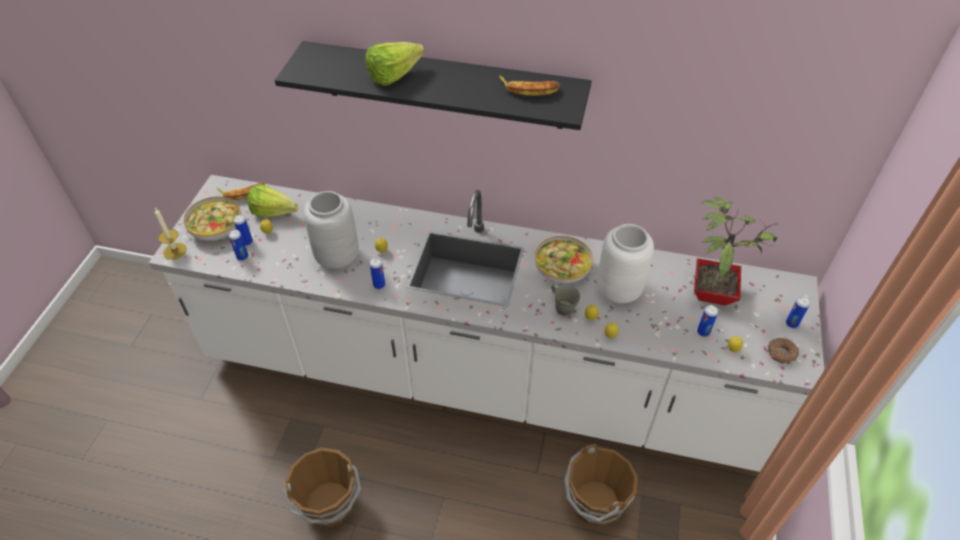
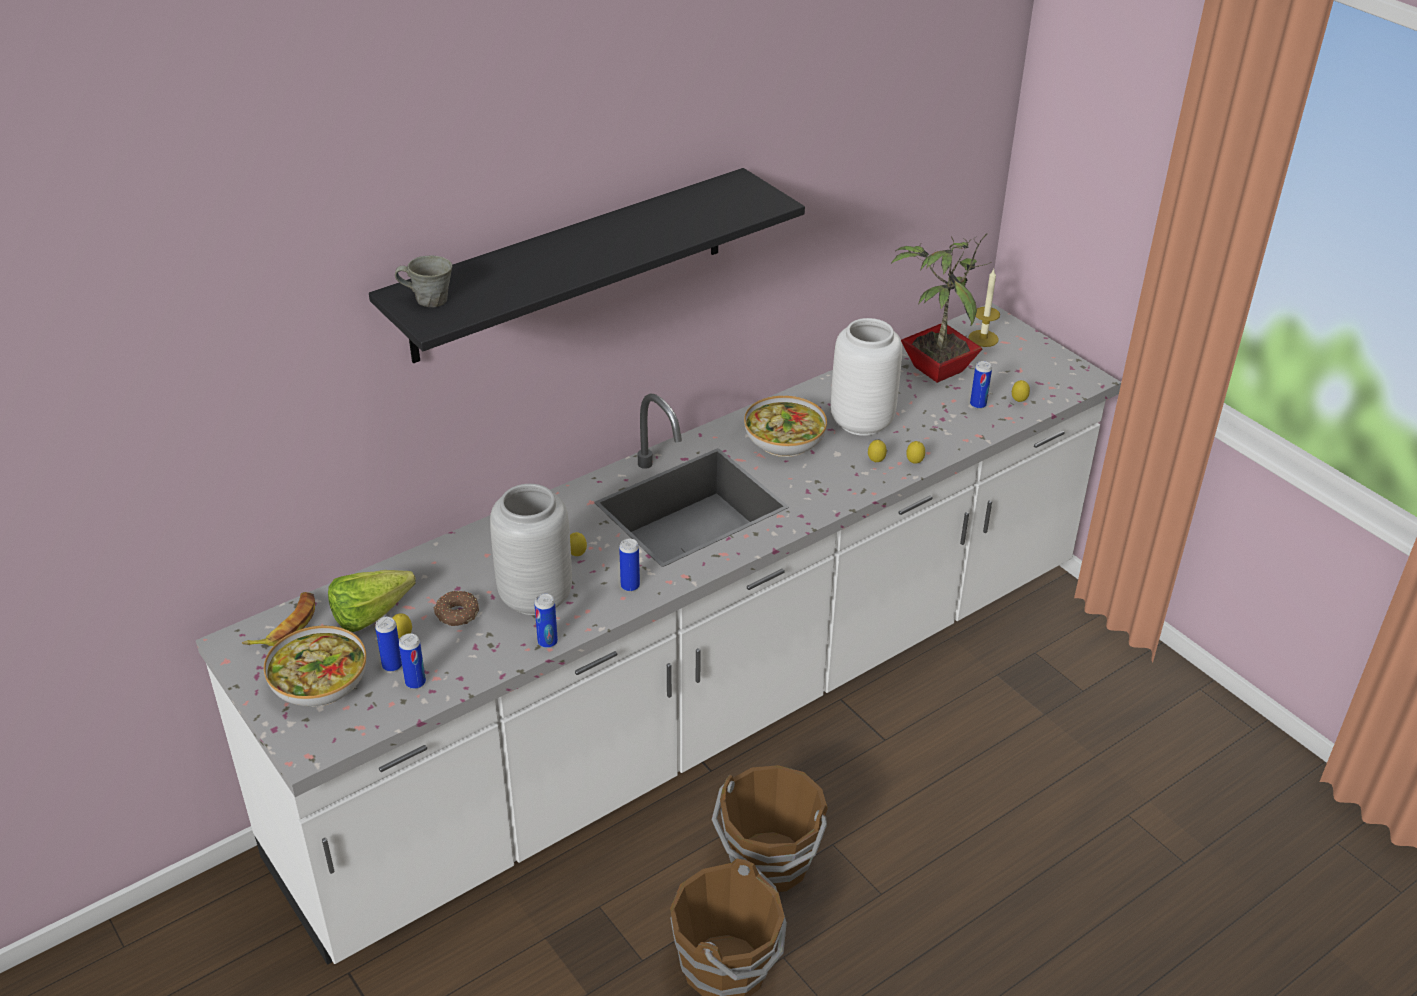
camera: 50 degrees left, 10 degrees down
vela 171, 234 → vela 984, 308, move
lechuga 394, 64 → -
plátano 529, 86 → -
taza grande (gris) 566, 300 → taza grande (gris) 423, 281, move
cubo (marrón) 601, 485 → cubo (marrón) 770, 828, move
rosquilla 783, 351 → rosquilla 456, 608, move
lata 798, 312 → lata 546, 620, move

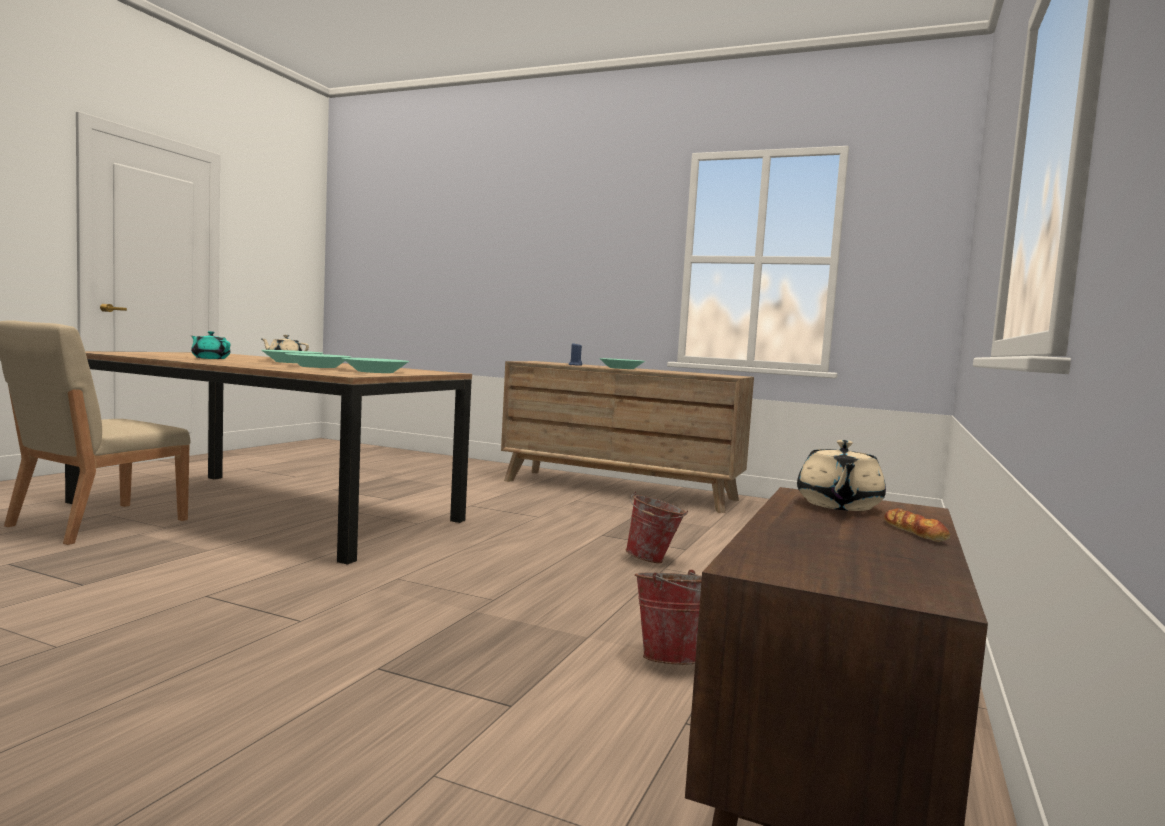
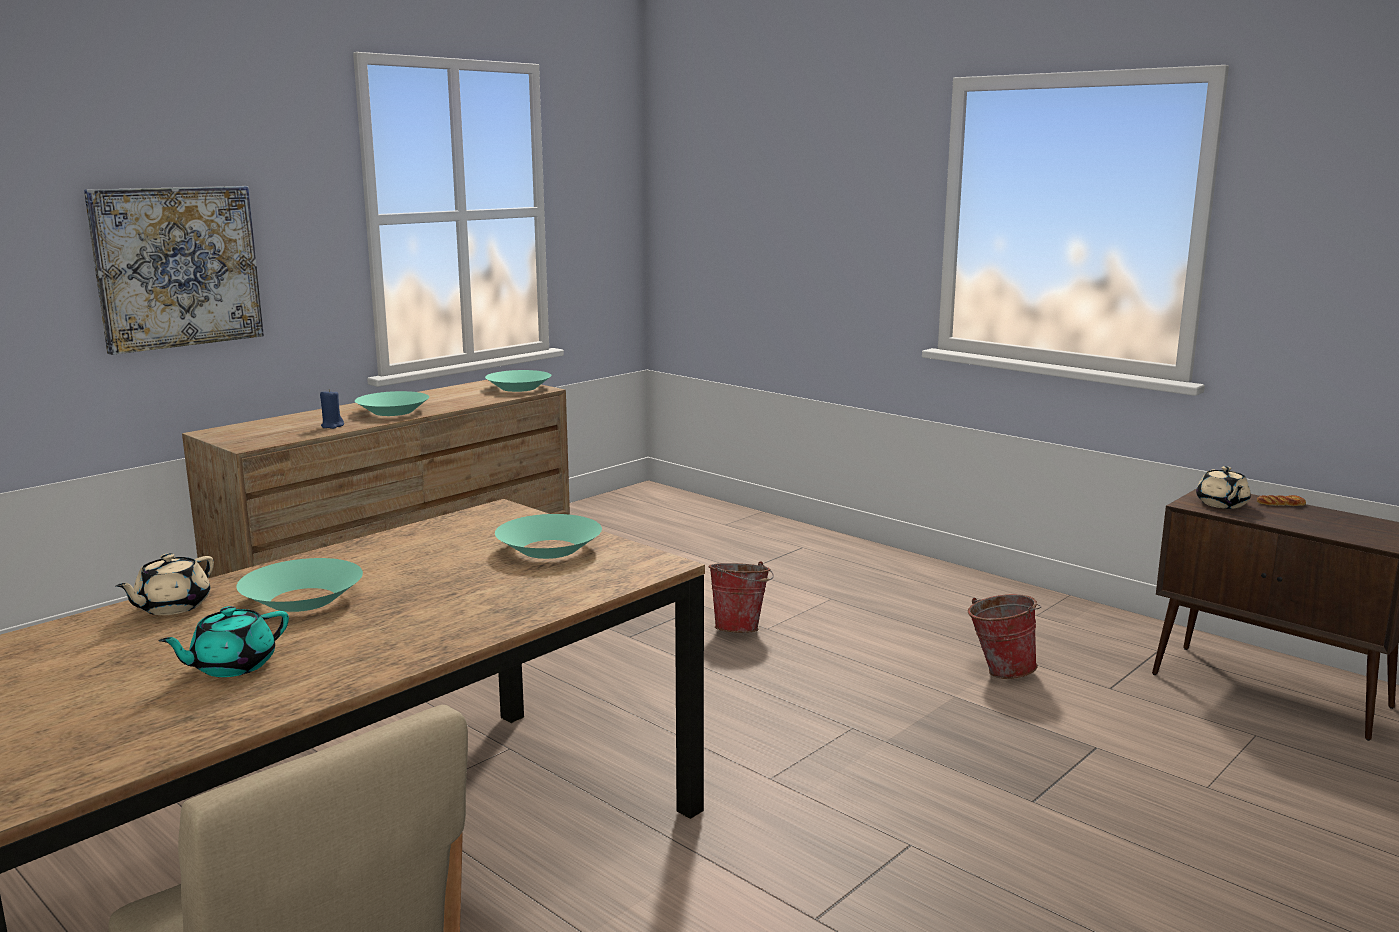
camera: 70 degrees left, 10 degrees up
cuenco (turquesa) 318, 360 → cuenco (turquesa) 518, 381, move
tetera (beis) 841, 475 → tetera (beis) 1223, 487, 60 degrees clockwise
- → cuadro 174, 270

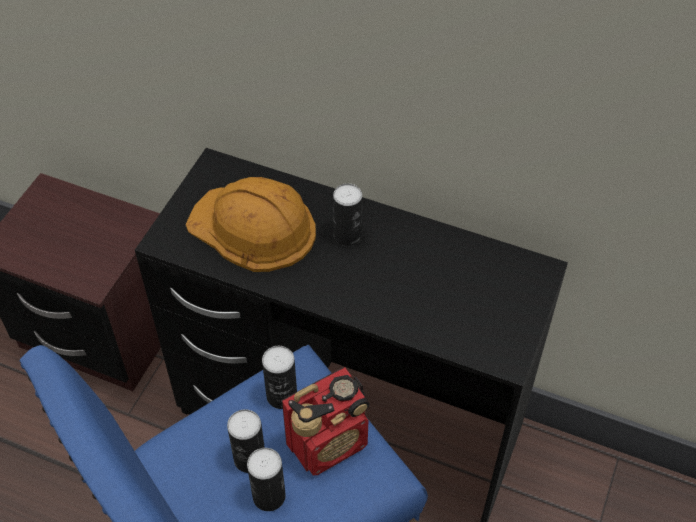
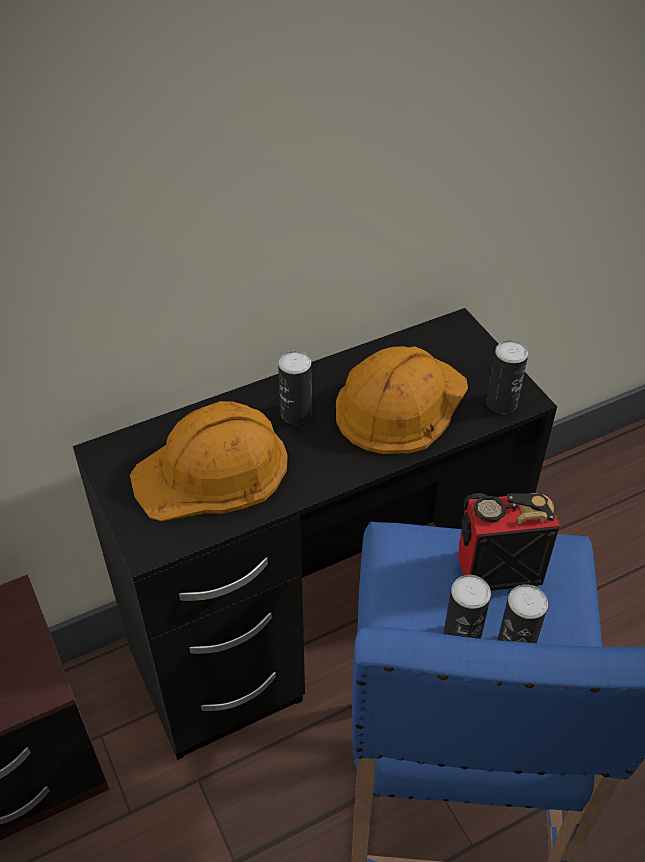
camera: 50 degrees left, 5 degrees down
lata 279, 377 → lata 507, 376, move
radio 326, 421 → radio 509, 542, 105 degrees counterclockwise
- → casco (naranja) 402, 400

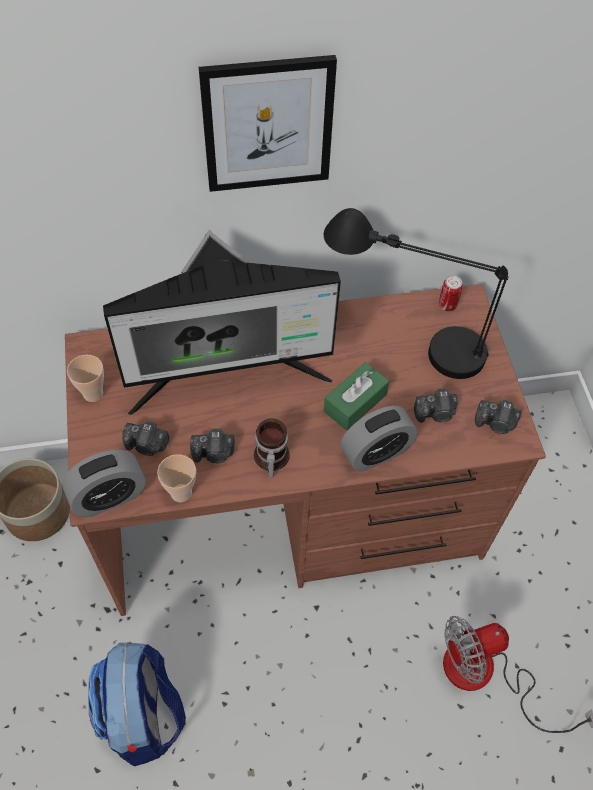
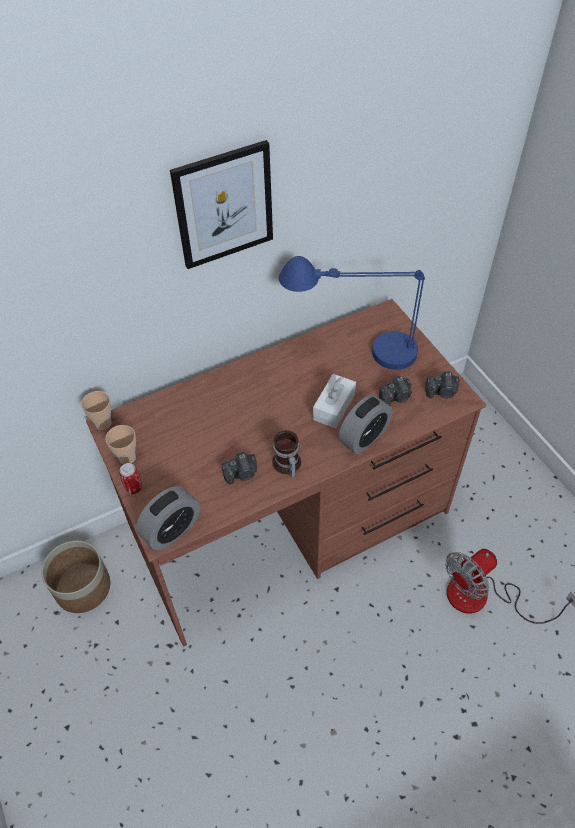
camera: 15 degrees left, 5 degrees down
mochila 137, 704 → -
monitor 222, 322 → -
cámara 146, 438 → -
taza 176, 478 → taza 96, 410, move
lámpara de mesa (negro) 416, 293 → lámpara de mesa (azul) 352, 313
caja de pañuelos (verde) 356, 396 → caja de pañuelos (blanco) 334, 401
lata 451, 293 → lata 130, 478, move

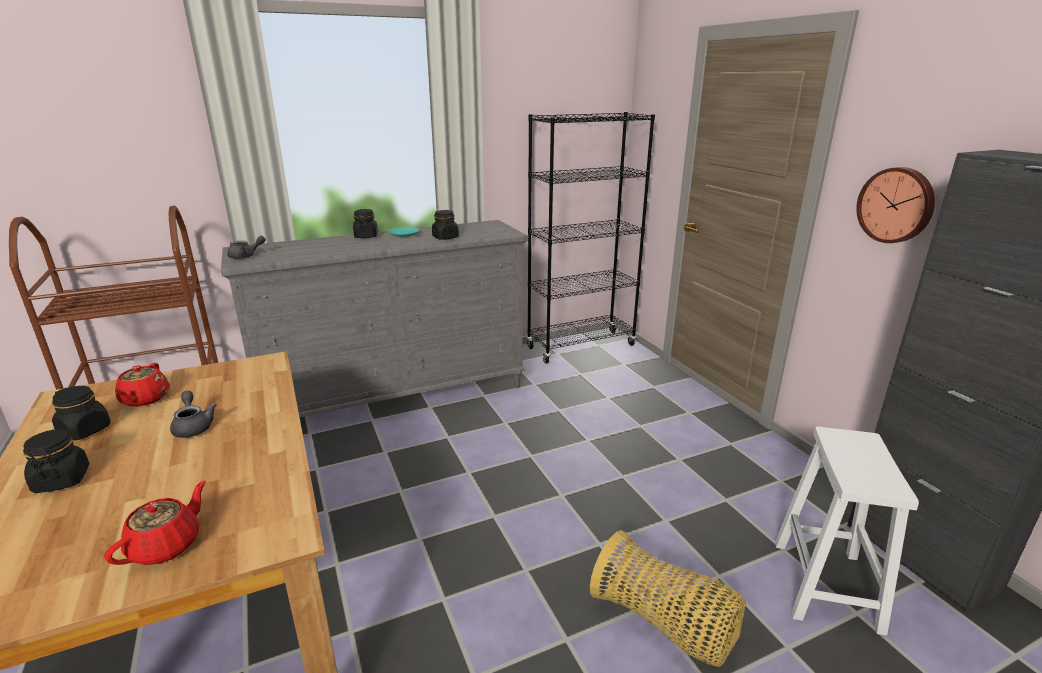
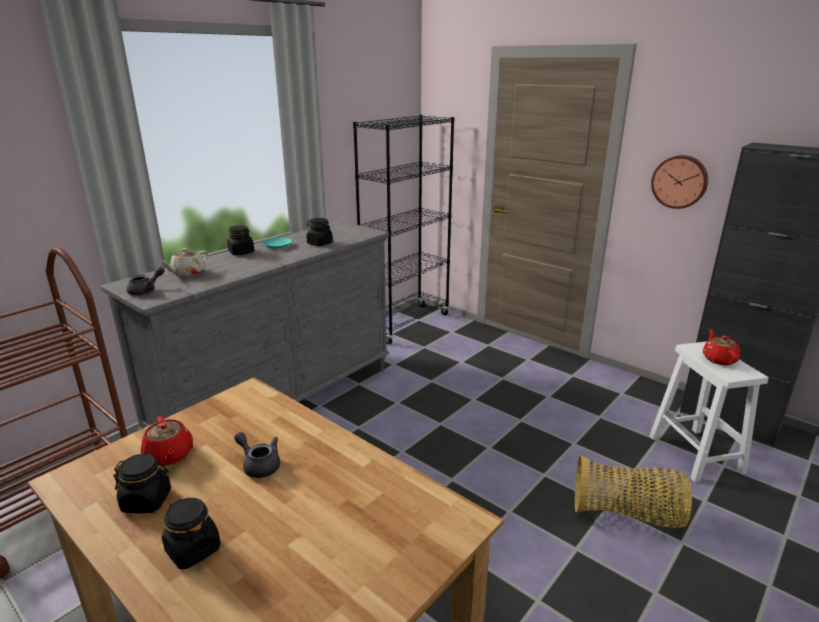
camera: 25 degrees left, 0 degrees up
tetera (rojo) 155, 522 → tetera (rojo) 721, 347, move
- → tetera (beis) 184, 262

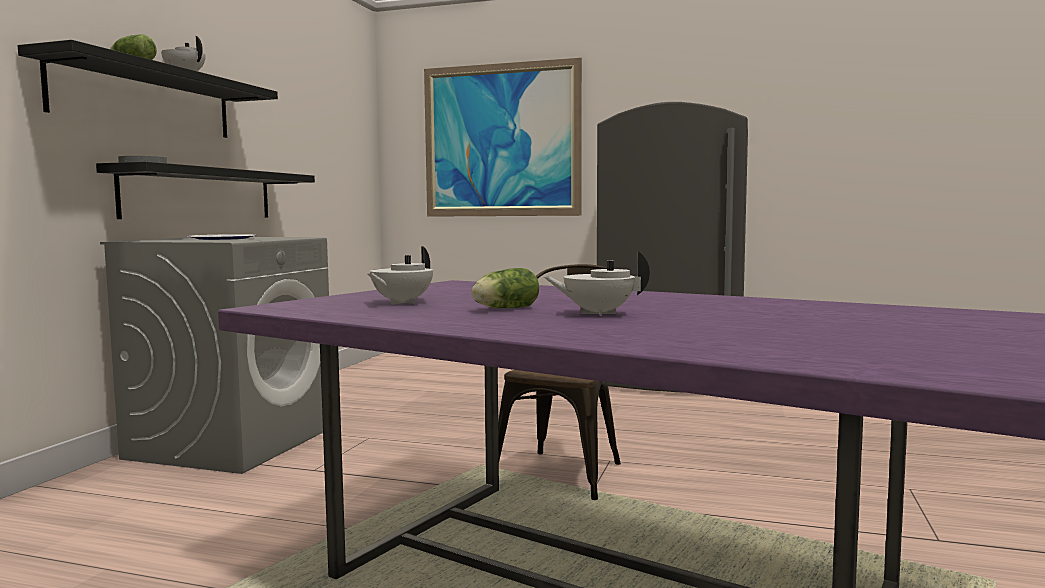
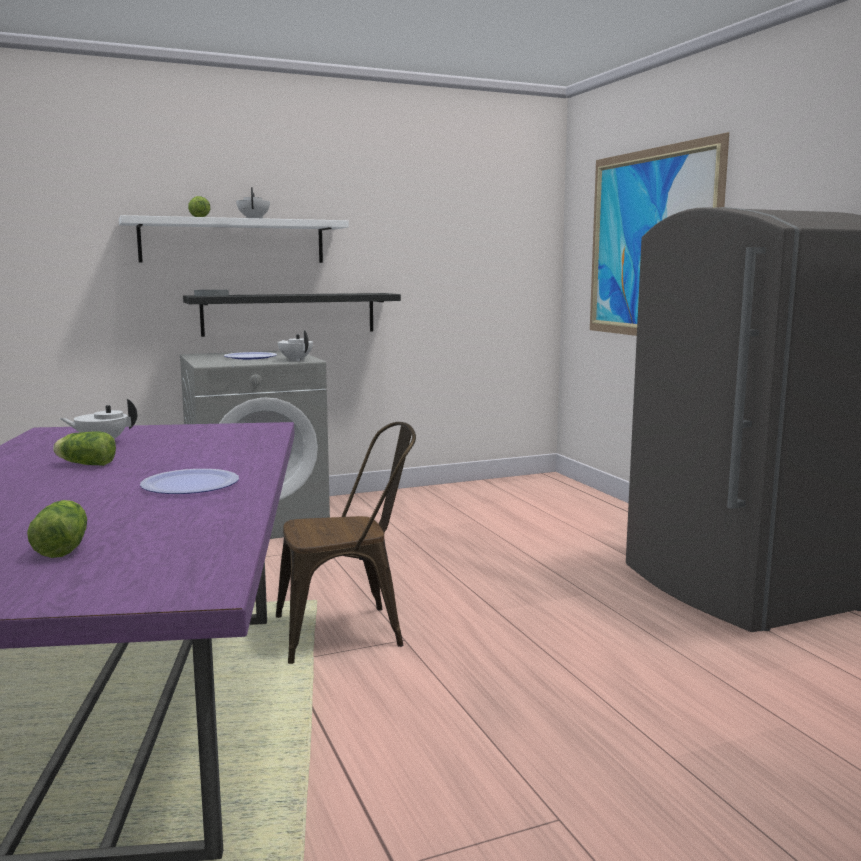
camera: 50 degrees right, 5 degrees up
estante (negro) 148, 89 → estante (blanco) 234, 239
tetera (blanco) 597, 283 → tetera (blanco) 295, 345, move
- → lechuga 57, 529
- → plato 189, 481

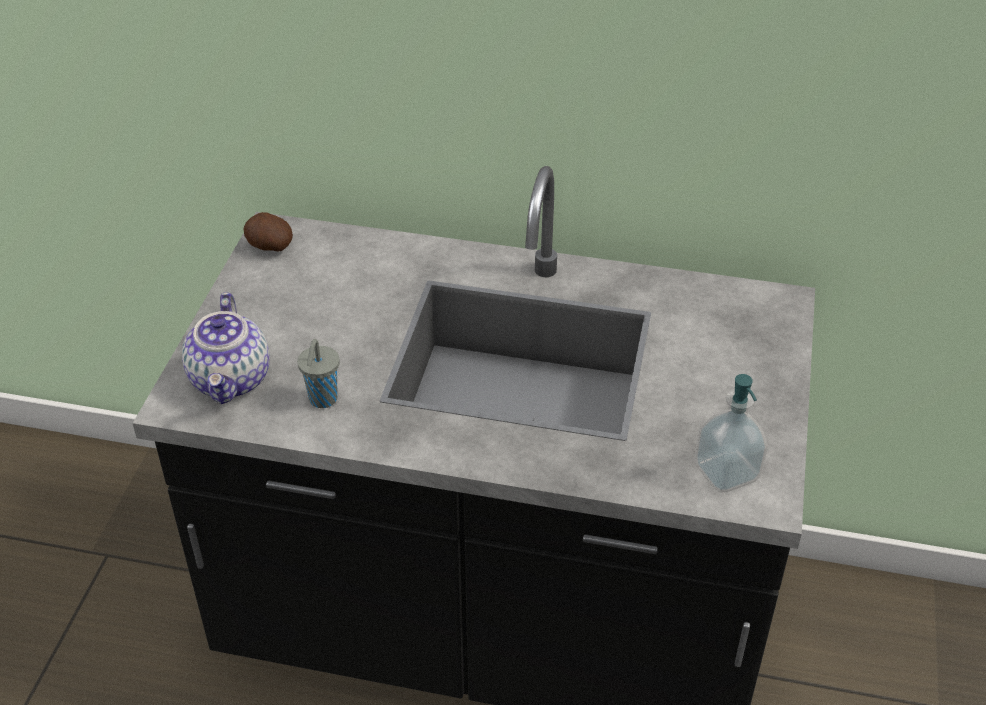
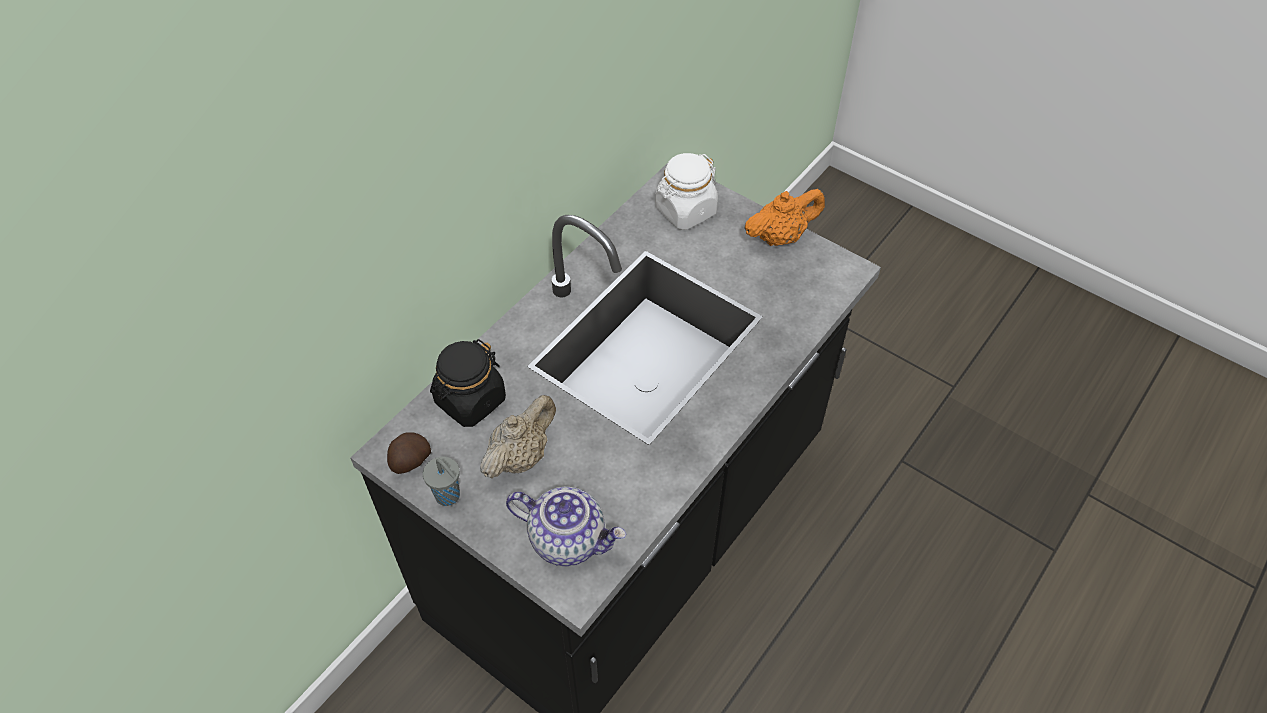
camera: 65 degrees left, 10 degrees up
taza (gris) 318, 373 → taza (gris) 441, 481, move
dispensador de jabón 731, 433 → -
- → tarro (negro) 468, 383
- → tetera (beis) 518, 436
- → tarro (blanco) 686, 191
- → tetera (naranja) 785, 217

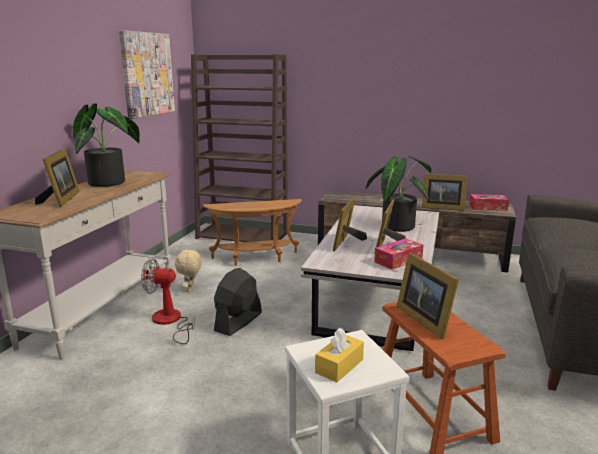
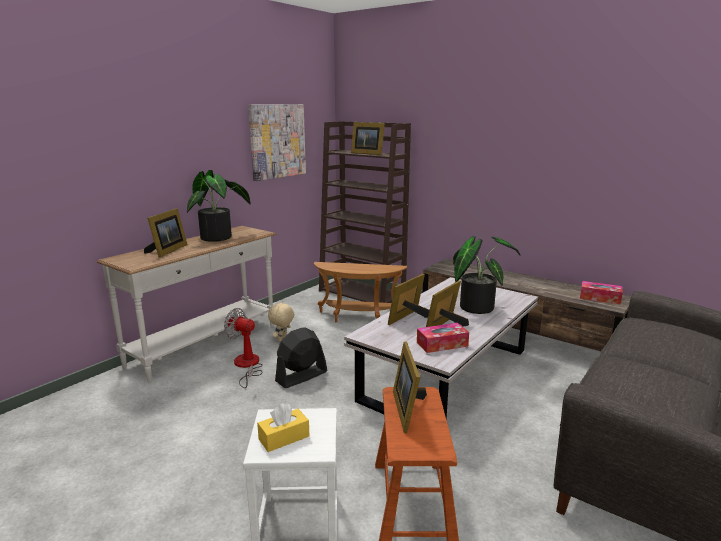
camera: 20 degrees right, 0 degrees up
portarretratos 445, 192 → portarretratos 368, 138, move

